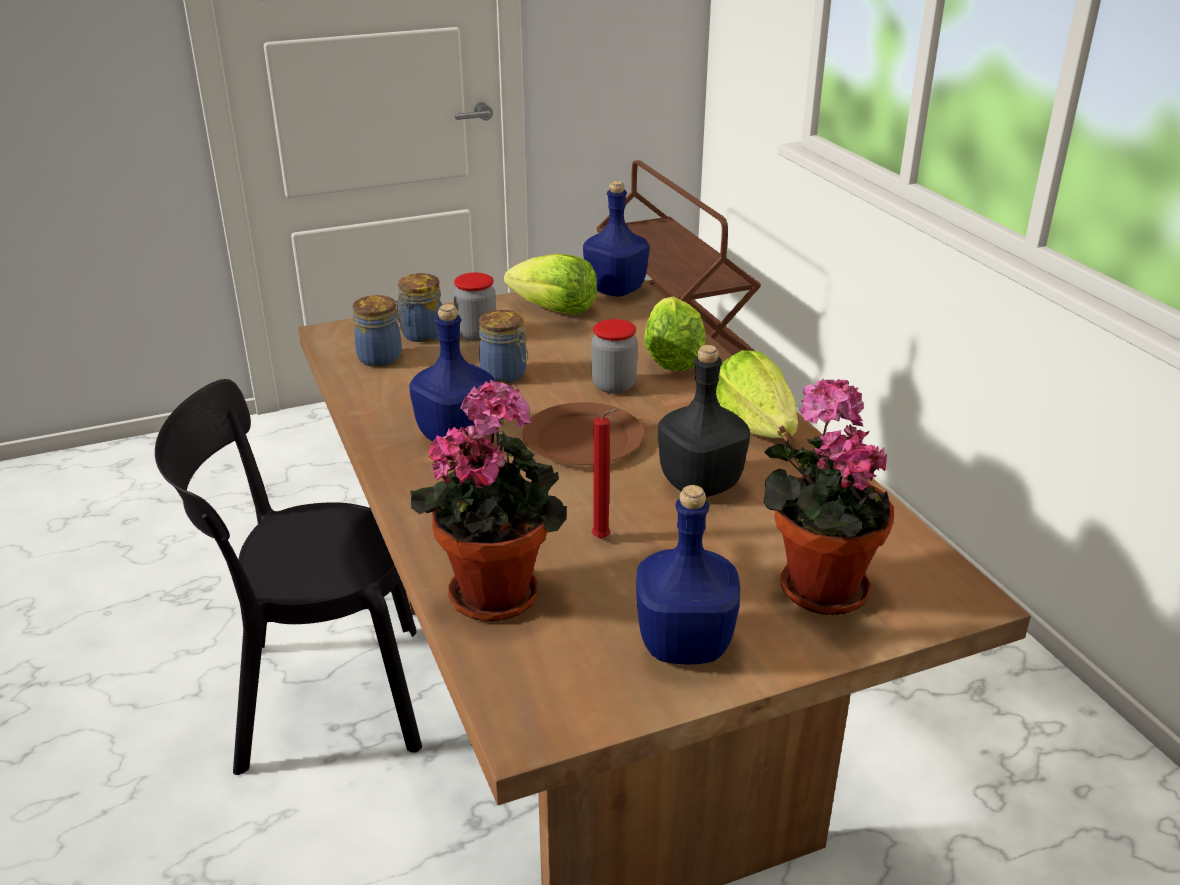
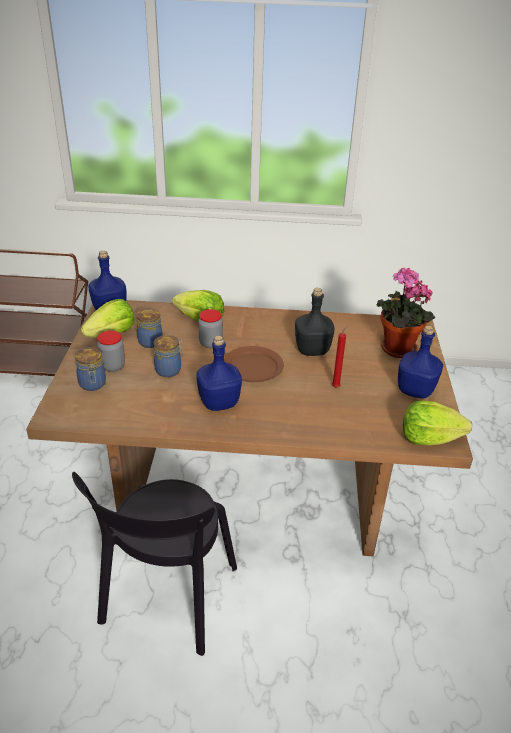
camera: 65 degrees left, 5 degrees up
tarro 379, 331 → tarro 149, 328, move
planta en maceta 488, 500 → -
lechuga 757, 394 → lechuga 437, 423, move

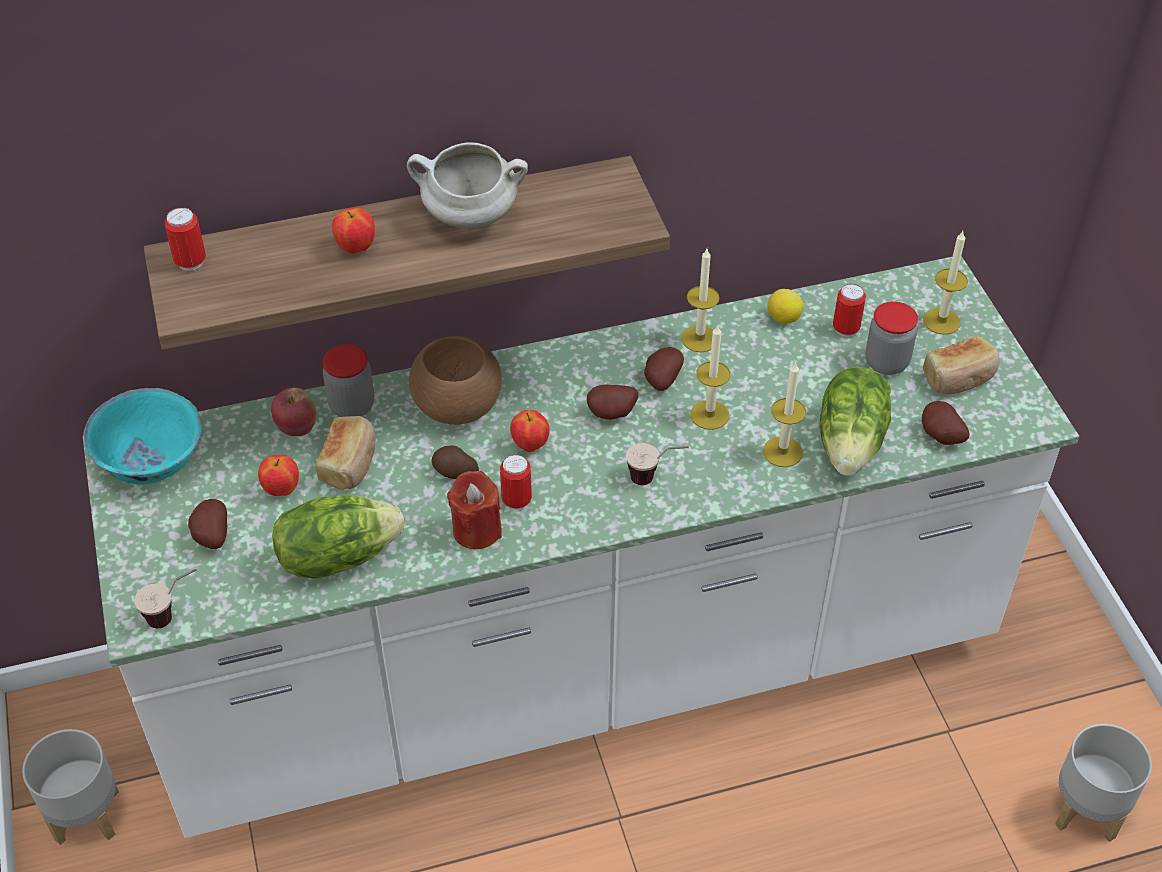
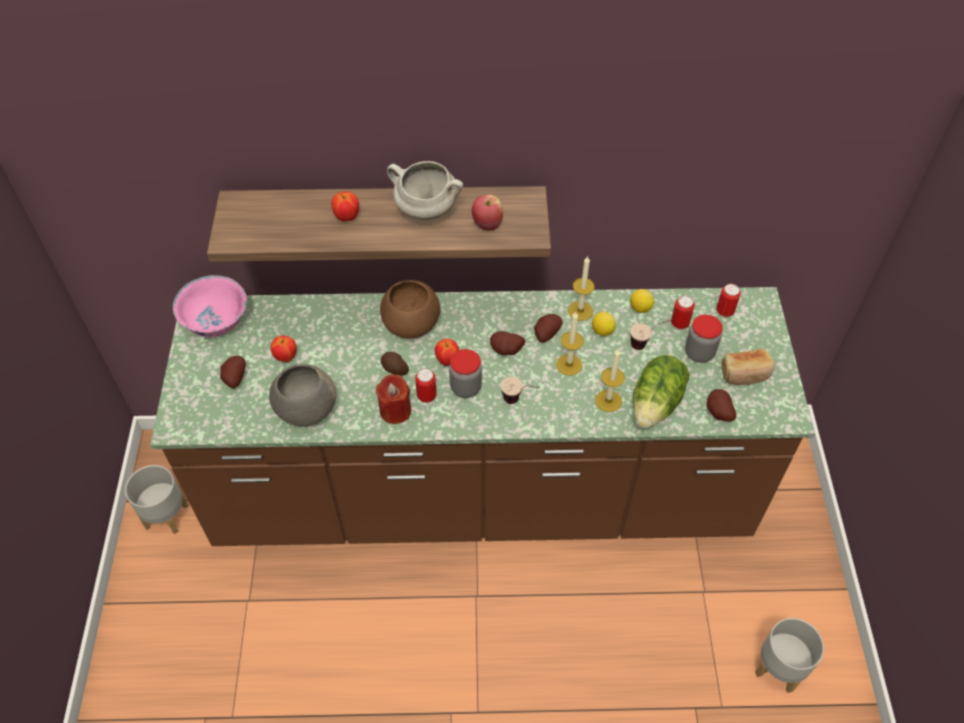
camera: 15 degrees right, 5 degrees up
mueble bajo de cocina (blanco) 581, 547 → mueble bajo de cocina (marrón) 482, 416
cuenco (turquesa) 142, 436 → cuenco (rosa) 210, 306
taza 165, 598 → taza 650, 335, move
lata 185, 239 → lata 728, 301, move
manzana 293, 412 → manzana 487, 212, move
lechuga 338, 536 → cuenco (gris) 303, 395
pan 346, 453 → -
tarro 348, 380 → tarro 465, 373, move
vela 945, 283 → -
- → limón 604, 324

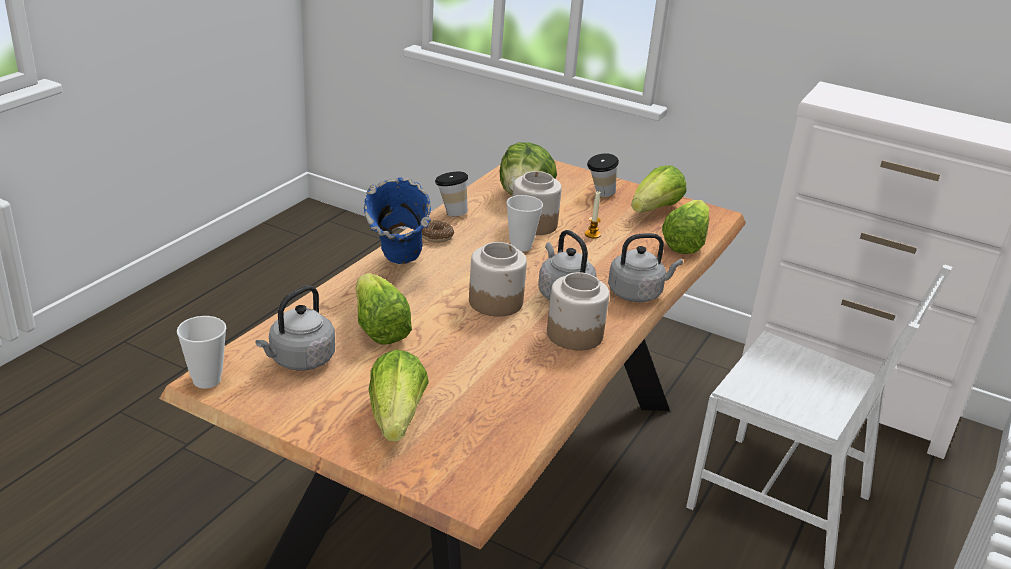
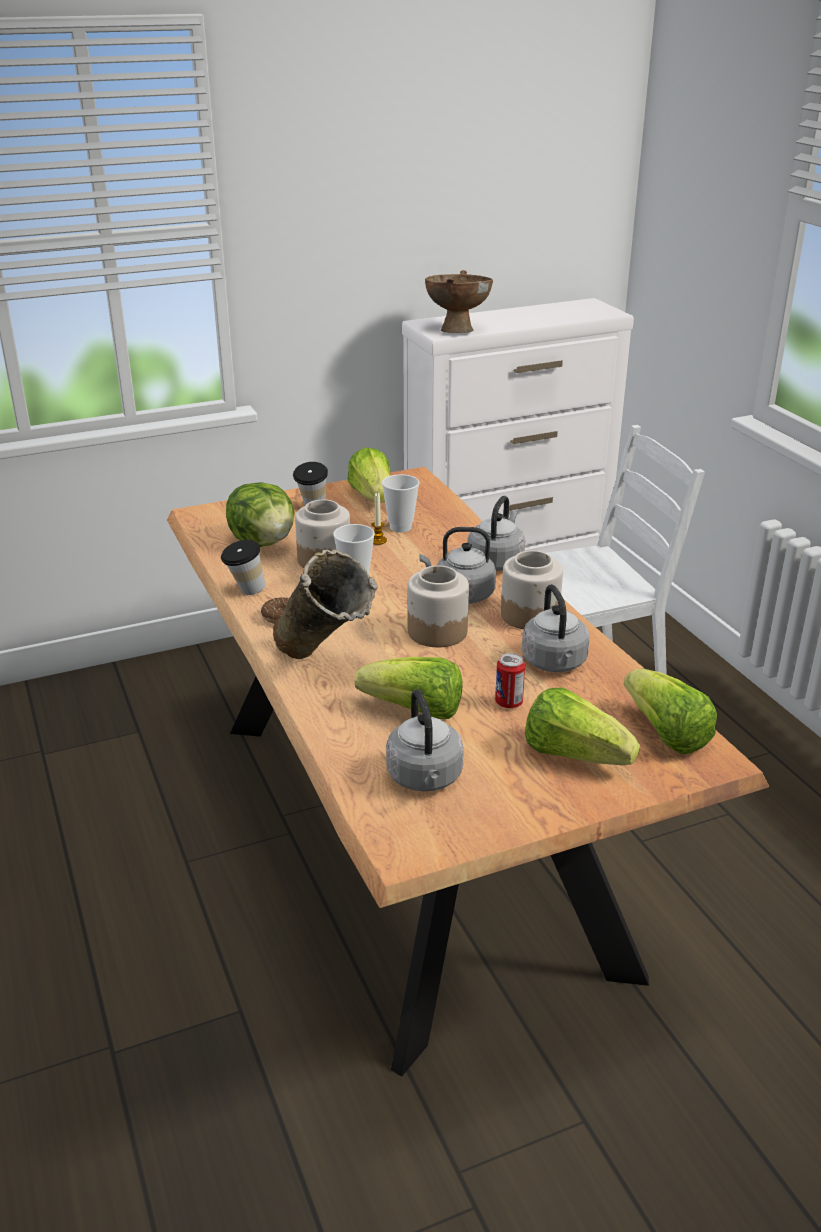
camera: 50 degrees left, 0 degrees up
taza 201, 352 → taza 400, 503, move
florero (azul) 397, 220 → florero (beis) 325, 604
lechuga 685, 227 → lechuga 670, 712, move
- → cuenco (marrón) 459, 301
- → lata 510, 680
- → hervidor (gris) 556, 628

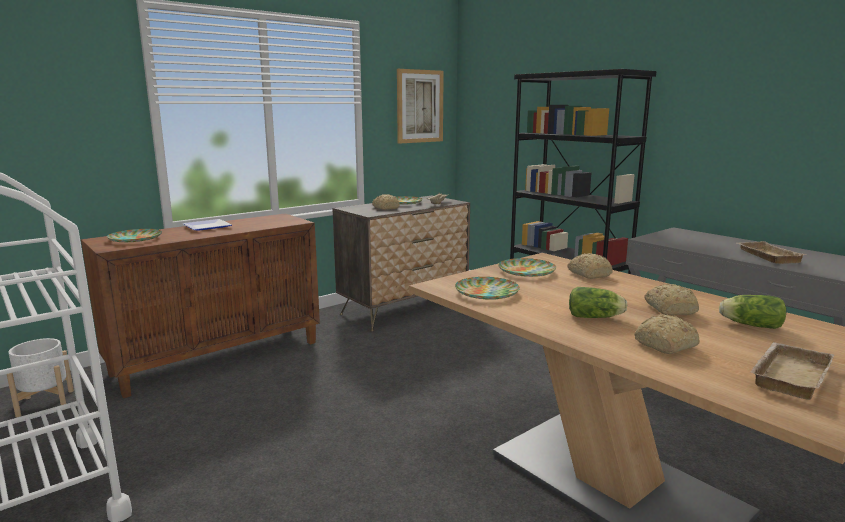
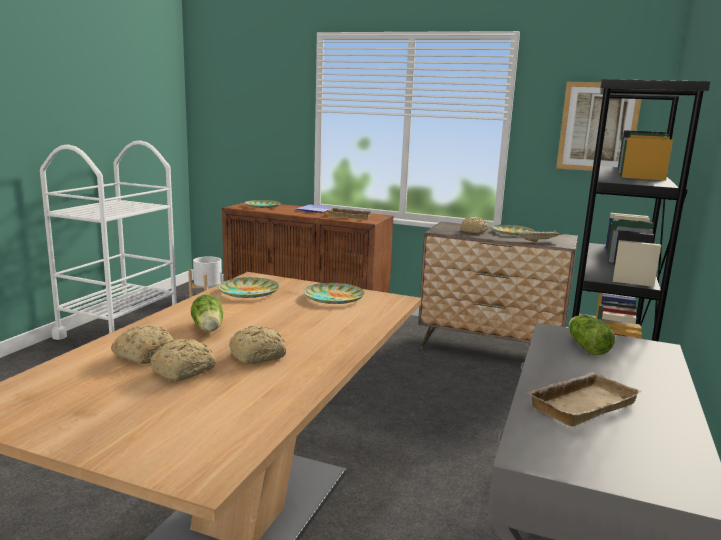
camera: 60 degrees right, 0 degrees up
pan 590, 266 → pan 183, 360, move
lechuga 752, 312 → lechuga 592, 335, move
bandeja (beis) 792, 371 → bandeja (beis) 350, 213, move

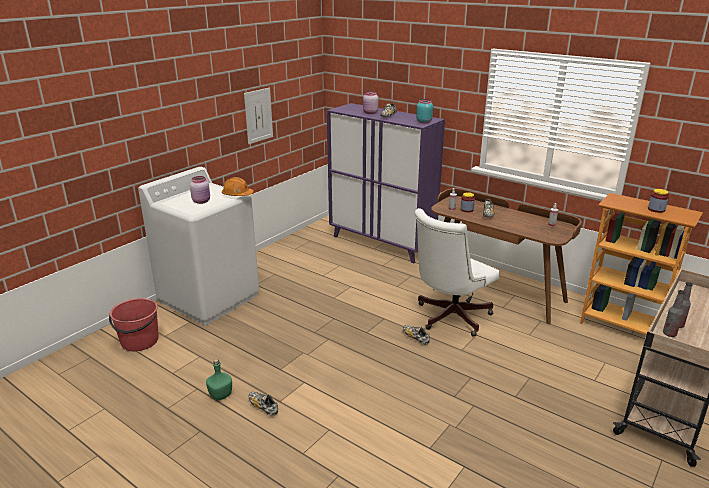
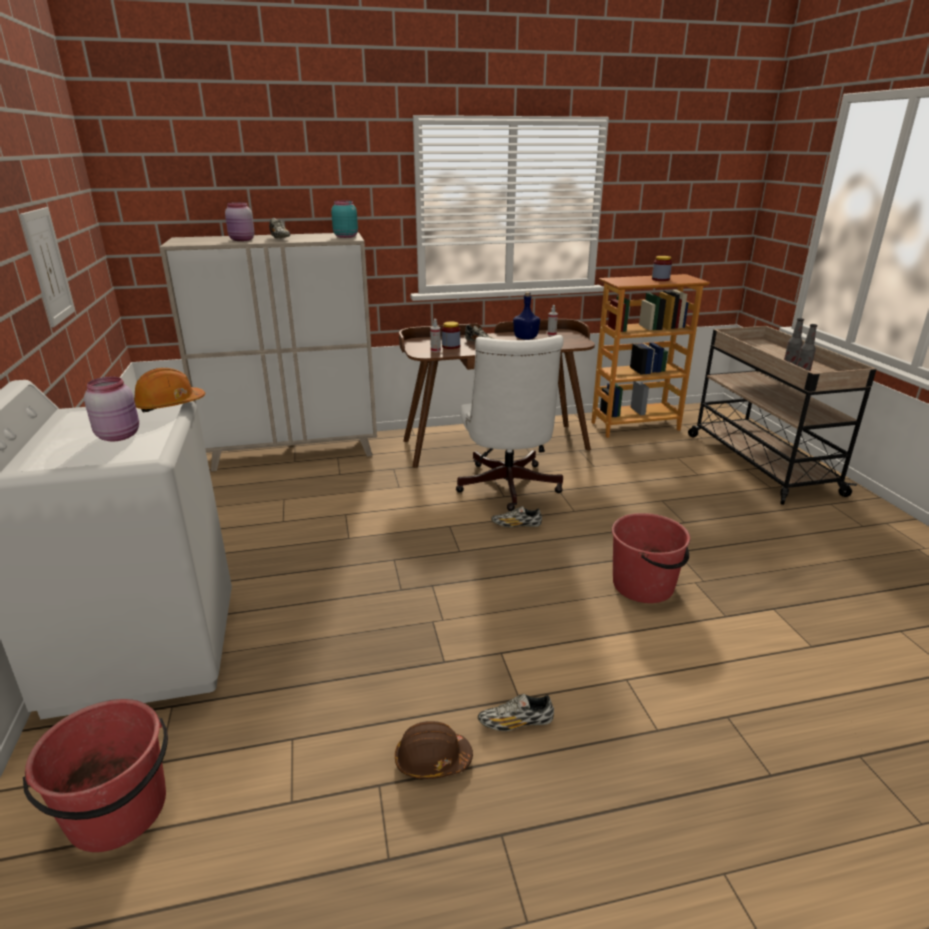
camera: 50 degrees left, 0 degrees up
botella (verde) 219, 380 → casco (marrón) 434, 750
armario (morado) 386, 183 → armario (beis) 268, 351
- → botella (azul) 526, 316
- → cubo (rojo) 651, 558

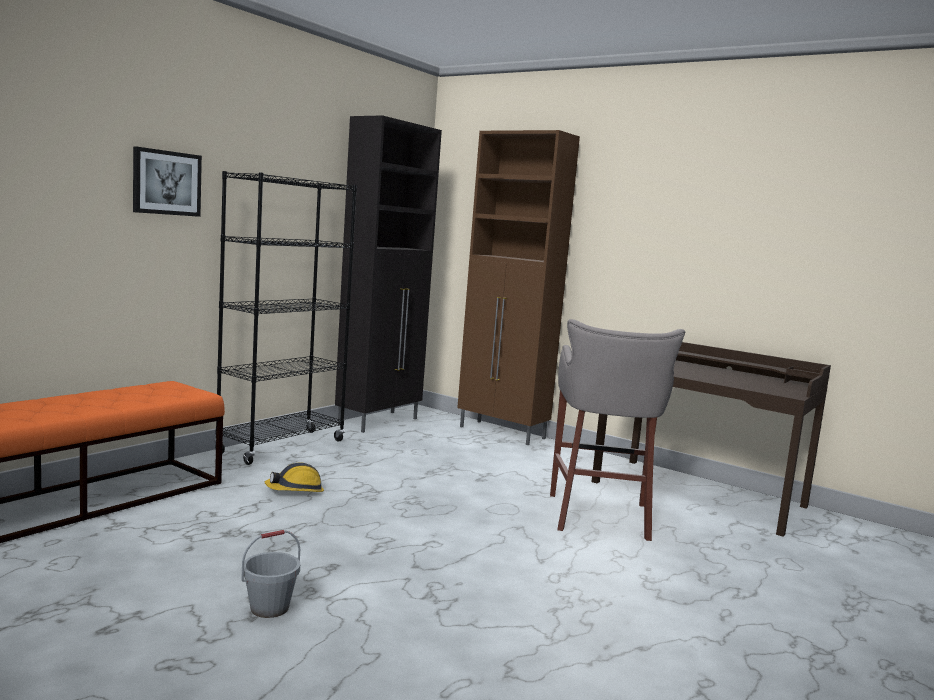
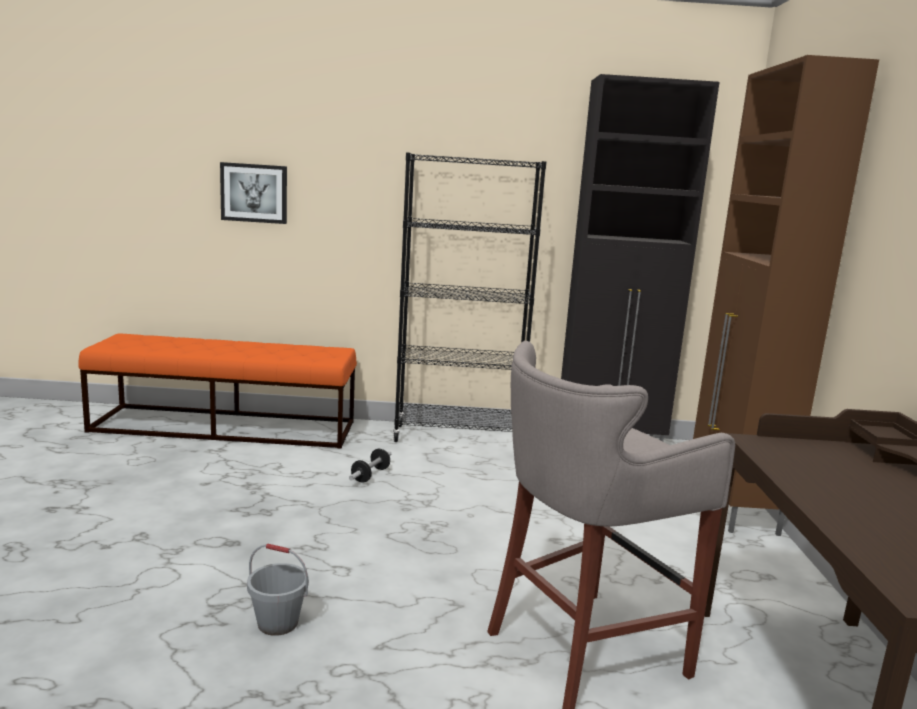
camera: 55 degrees right, 5 degrees up
cuadro 167, 181 → cuadro 253, 193, move
cubo (gris) 270, 574 → cubo (gris) 278, 590, move
casco 294, 477 → mancuerna 370, 466

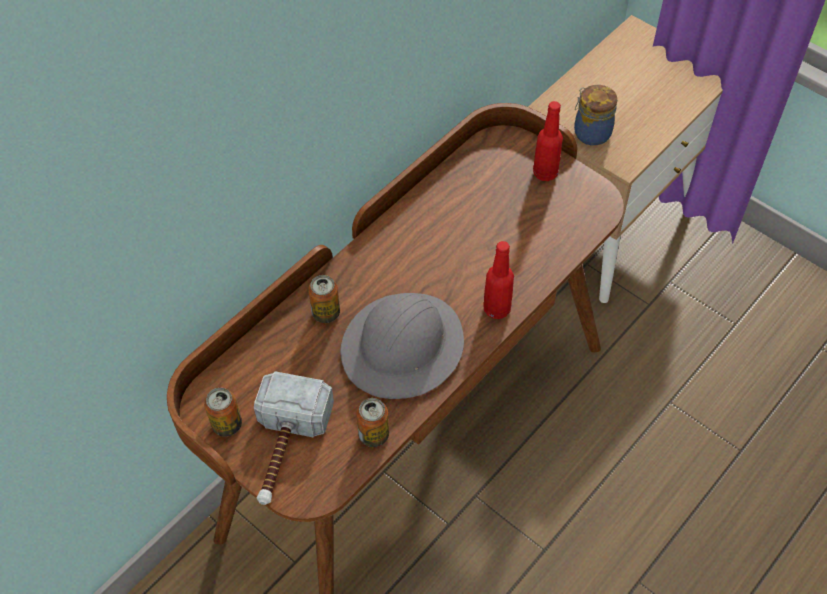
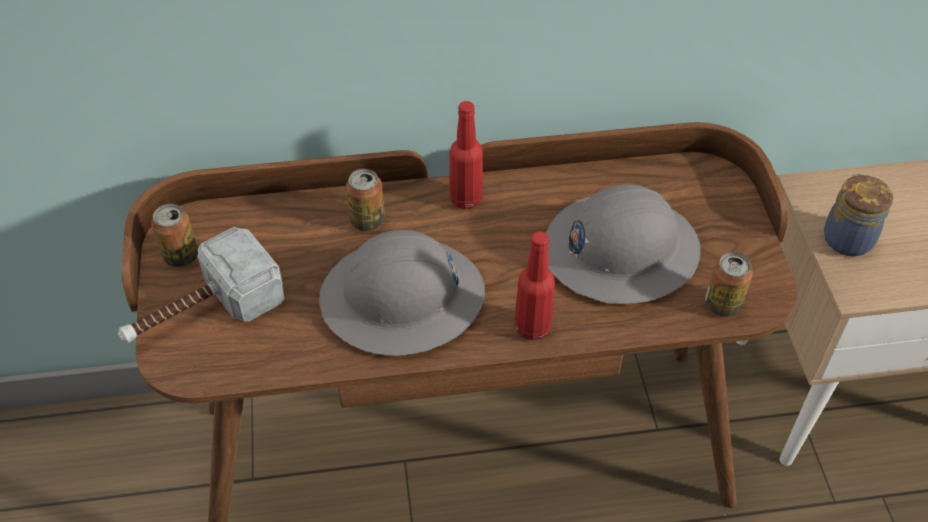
camera: 40 degrees right, 5 degrees down
lata 372, 422 → lata 729, 284, move
botella (rojo) 548, 141 → botella (rojo) 466, 155, move
- → casco (gris) 623, 244

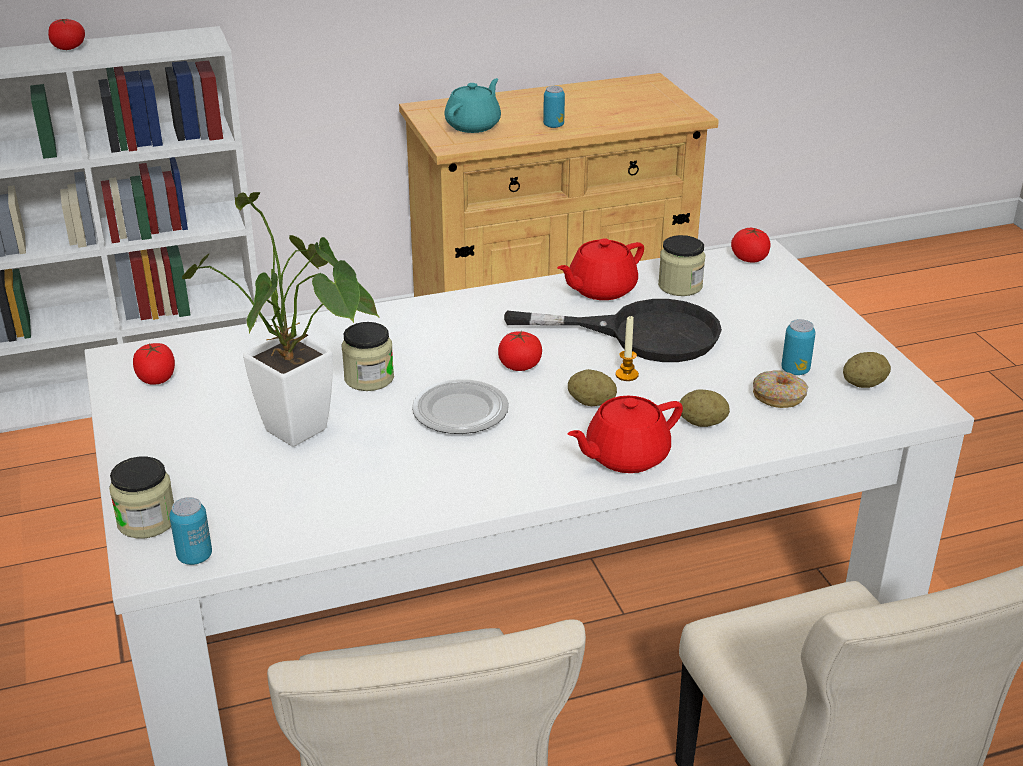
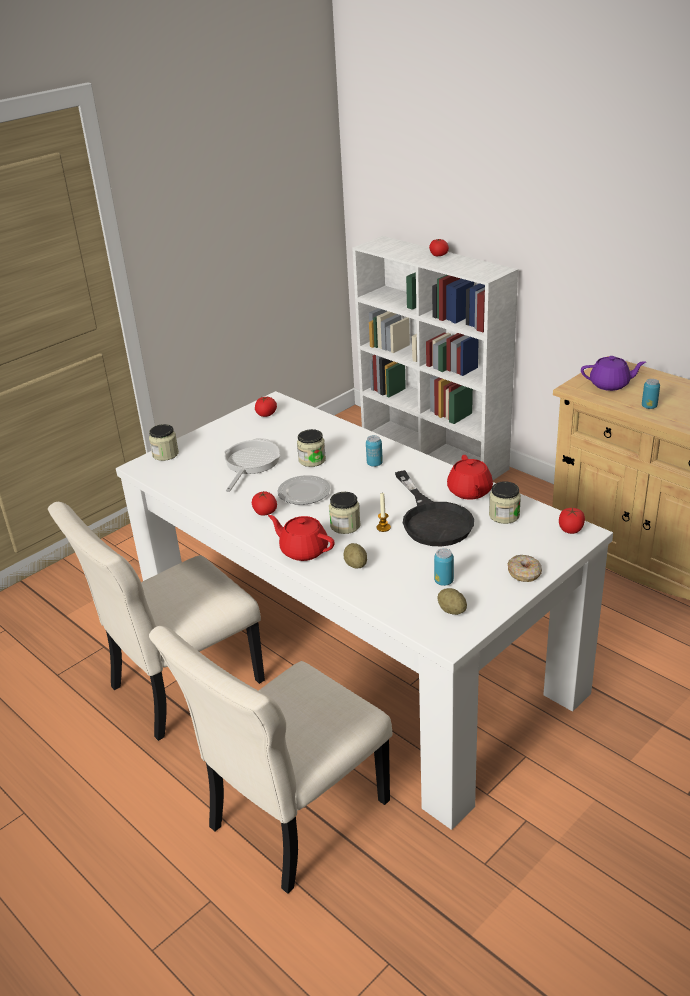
camera: 65 degrees right, 0 degrees up
lata 190, 531 → lata 374, 451, move
planta en maceta 281, 319 → sartén 252, 465
tetera (turquesa) 473, 105 → tetera (morado) 613, 373
tomate 520, 351 → tomate 264, 503, move
tetera (rojo) 600, 269 → tetera (rojo) 470, 477, 120 degrees counterclockwise
patata 592, 387 → tarro 345, 513
rosquilla 781, 389 → rosquilla 525, 568, move

